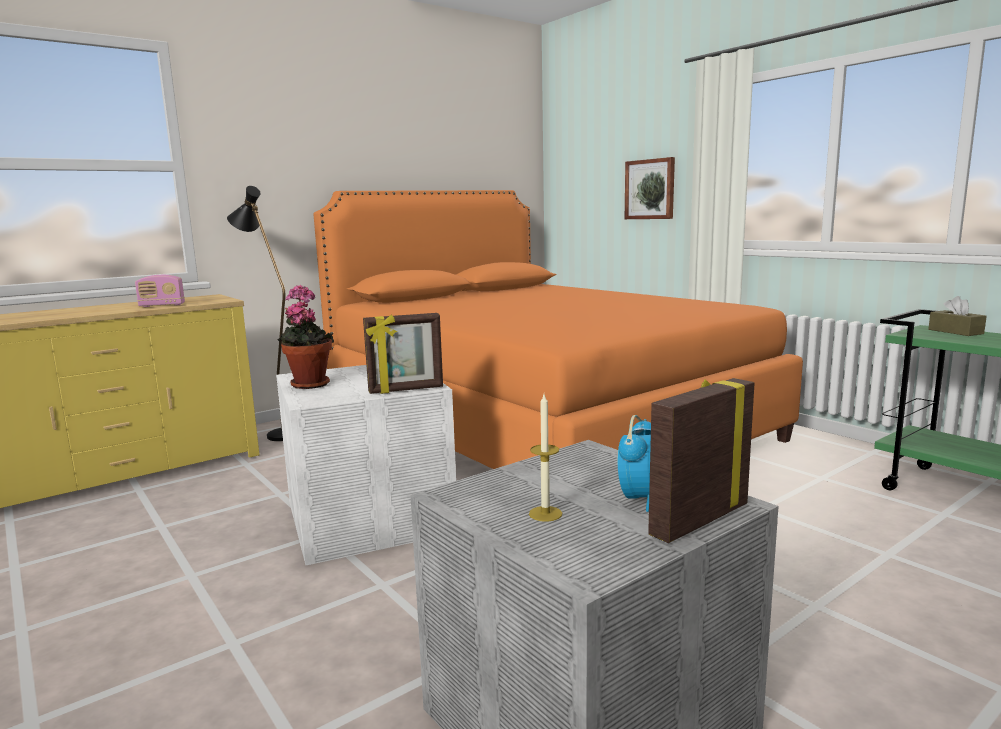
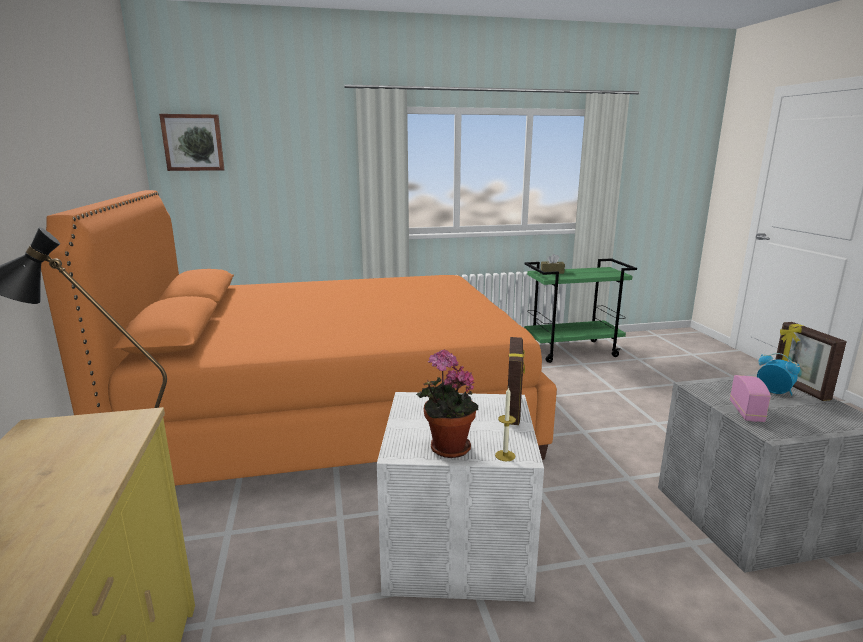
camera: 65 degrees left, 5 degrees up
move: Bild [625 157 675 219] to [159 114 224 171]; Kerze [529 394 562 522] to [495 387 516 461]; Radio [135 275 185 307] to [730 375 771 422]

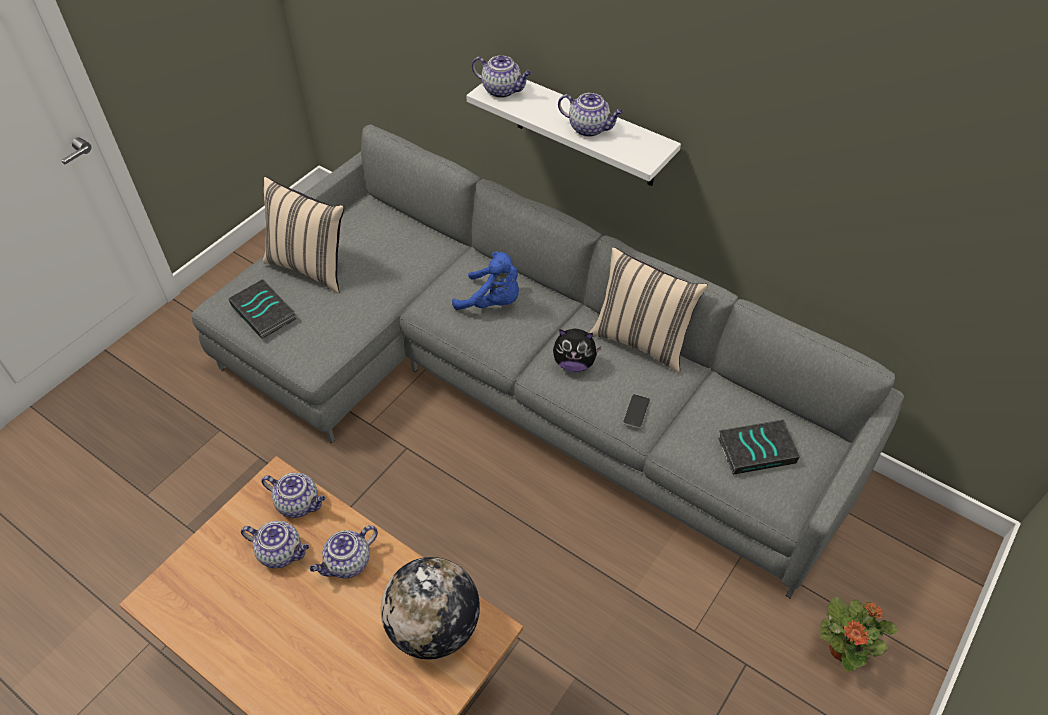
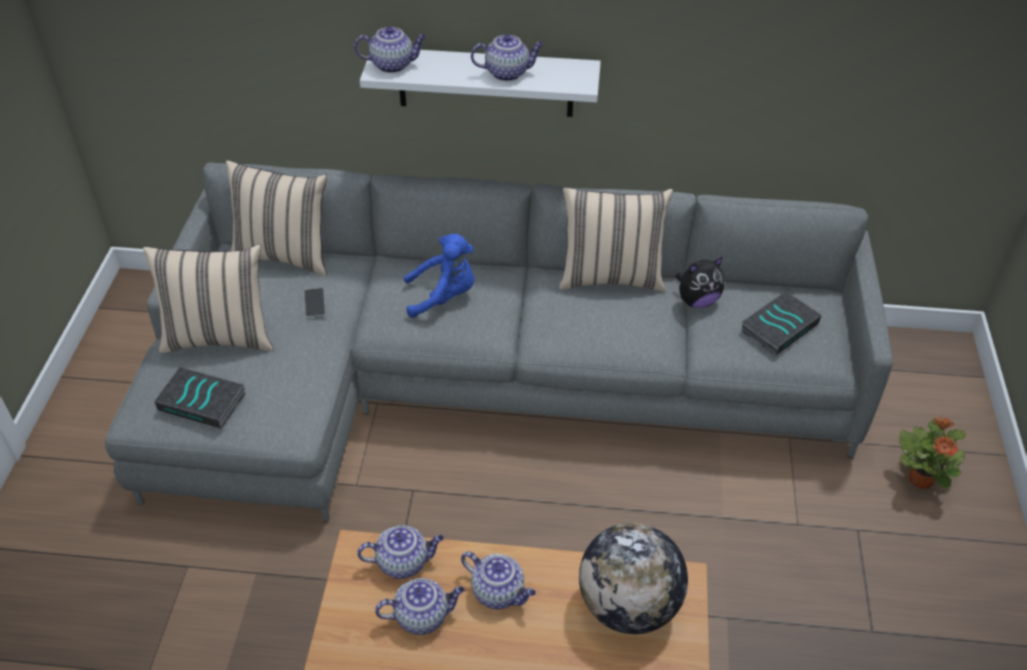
camera: 30 degrees left, 5 degrees down
insert: Kissen (beige) [226 160 327 276]
move: Handy [623 394 650 428] to [304 288 326 318]; Plüschtier [553 329 601 372] to [675 257 724 308]
rotate: Teekanne [310 525 378 578] = [461 551 536 610] 75 degrees counterclockwise

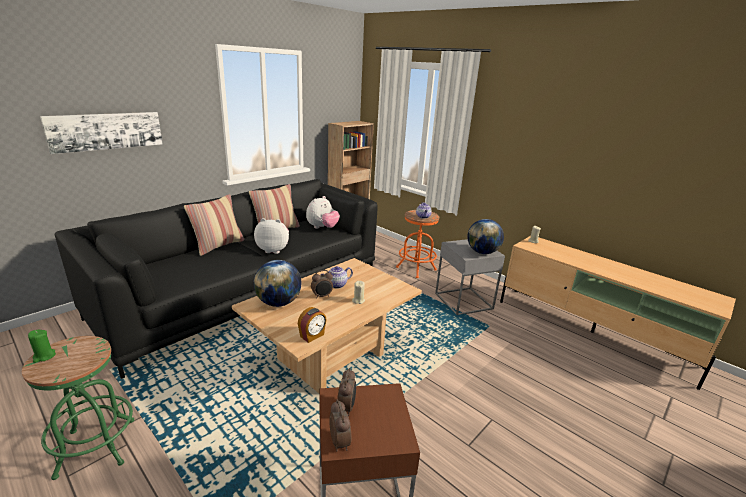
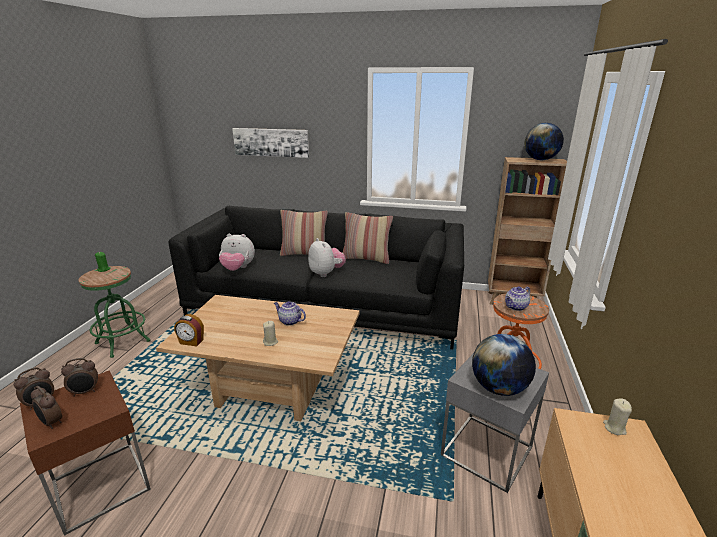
camera: 60 degrees right, 0 degrees up
move: Wecker [311 270 333 299] to [31 386 62 429]; Plüschtier [306 196 340 229] to [219 234 255 271]; Globus [254 260 302 307] to [524 123 564 160]

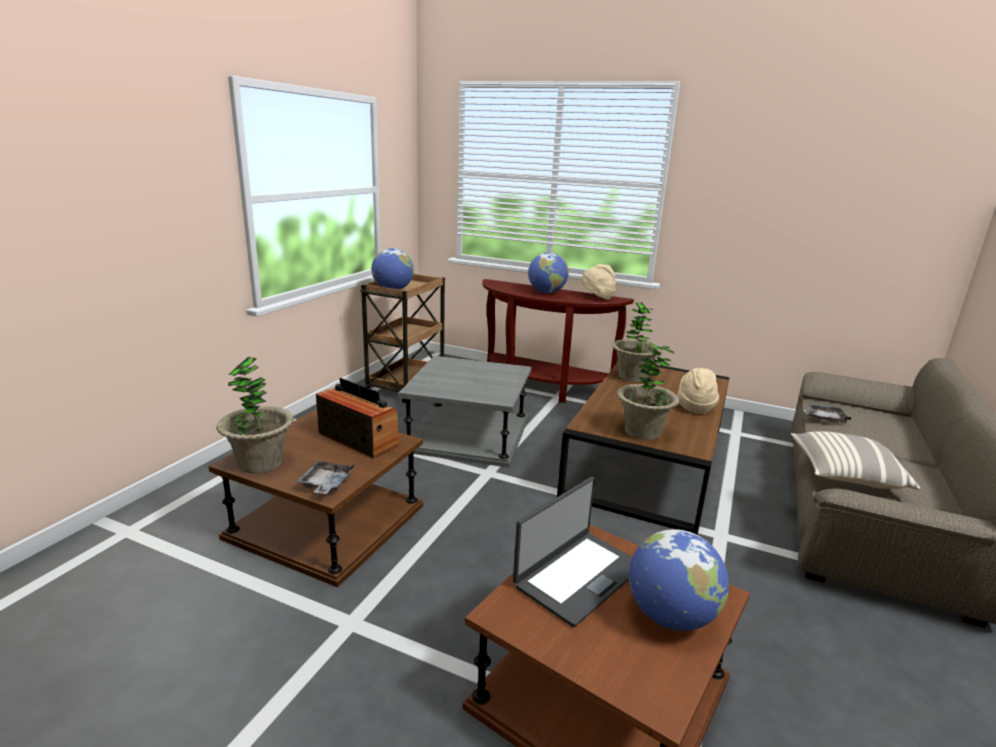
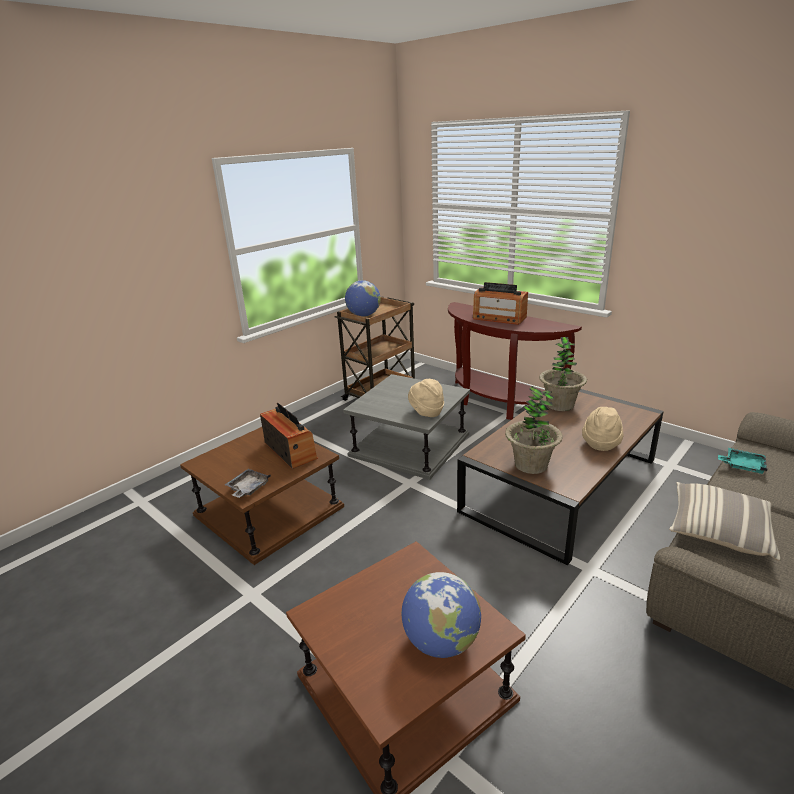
camera: 20 degrees right, 5 degrees up
delete: Topfpflanze [216 357 294 473]; Laptop [513 477 632 627]
move: Hut (beige) [581 264 616 300] to [408 379 444 417]
replace: Globus [528 252 569 293] to Radio [473 282 528 325]
recolor: Tablett (grau) [803 403 851 424] to Tablett (türkis) [718 448 767 474]

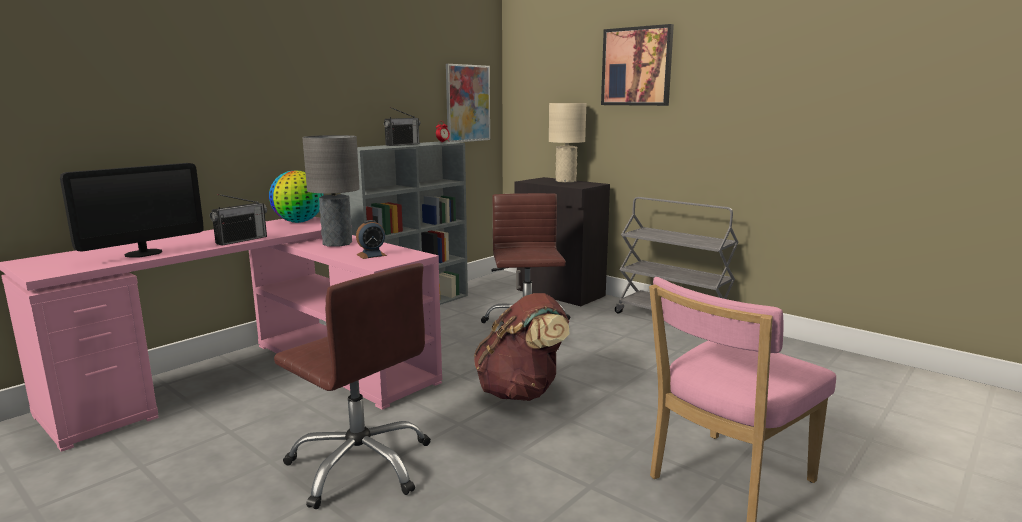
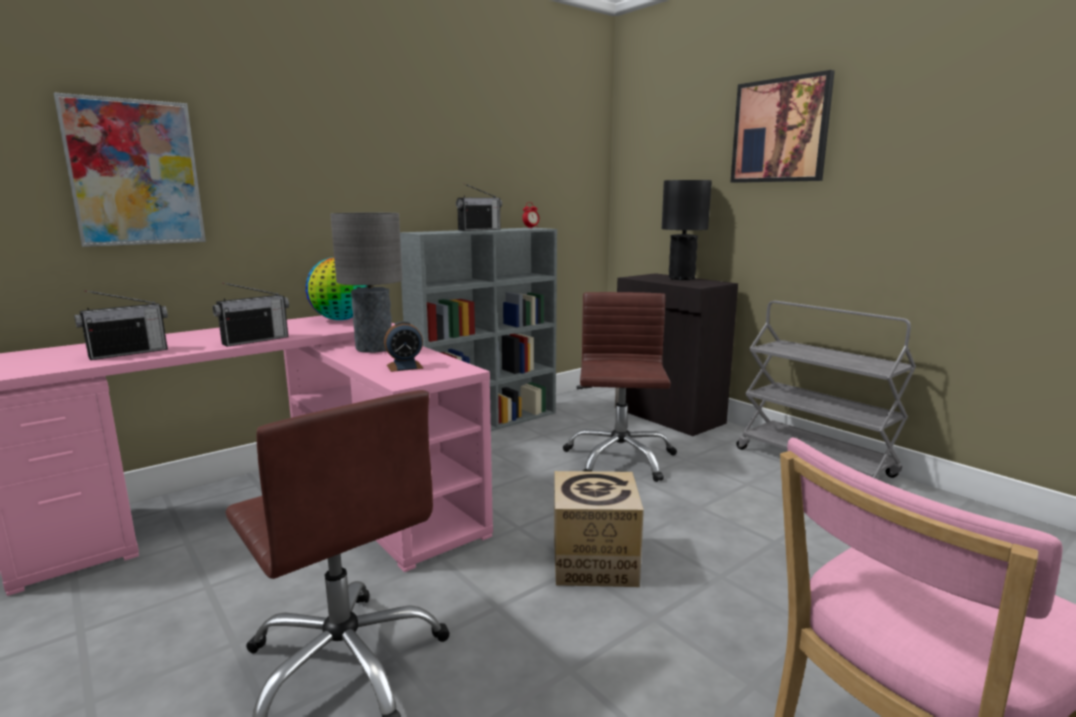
camera: 10 degrees right, 0 degrees up
move: Bild [446 64 490 142] to [54 92 206 247]
replace: Monitor [60 163 204 258] to Radio [74 290 168 360]; Rucksack (braun) [474 293 570 401] to Karton [554 471 644 587]
recolor: Tischlampe (beige) [549 103 586 183] to Tischlampe (schwarz) [662 180 712 280]

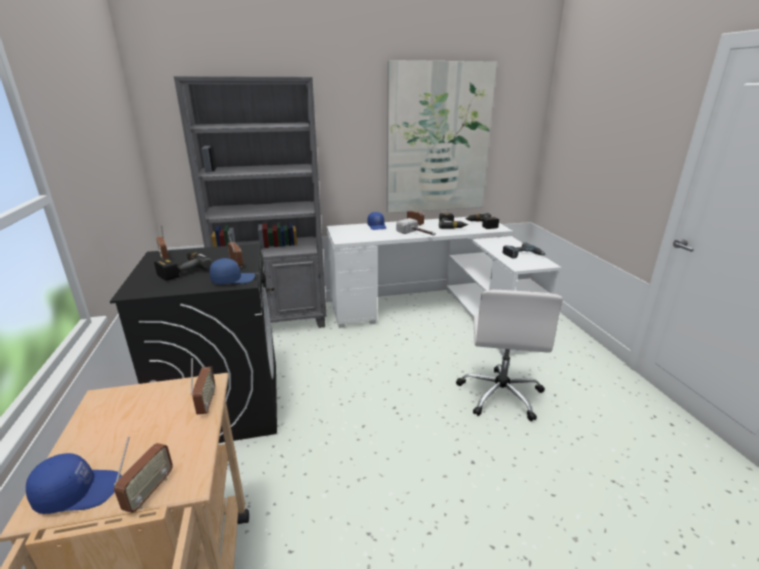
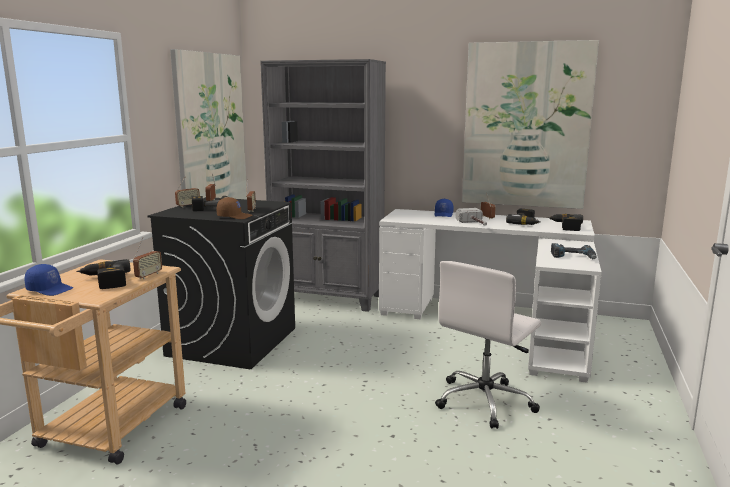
camera: 30 degrees right, 10 degrees down
insert: Bohrmaschine [76 259 131 289]; Bild [170 49 247 199]
move: Radio [114 437 173 513] to [175 177 200 207]
recolor: Kappe (blau) [209 258 255 284] to Kappe (braun) [217 197 252 219]

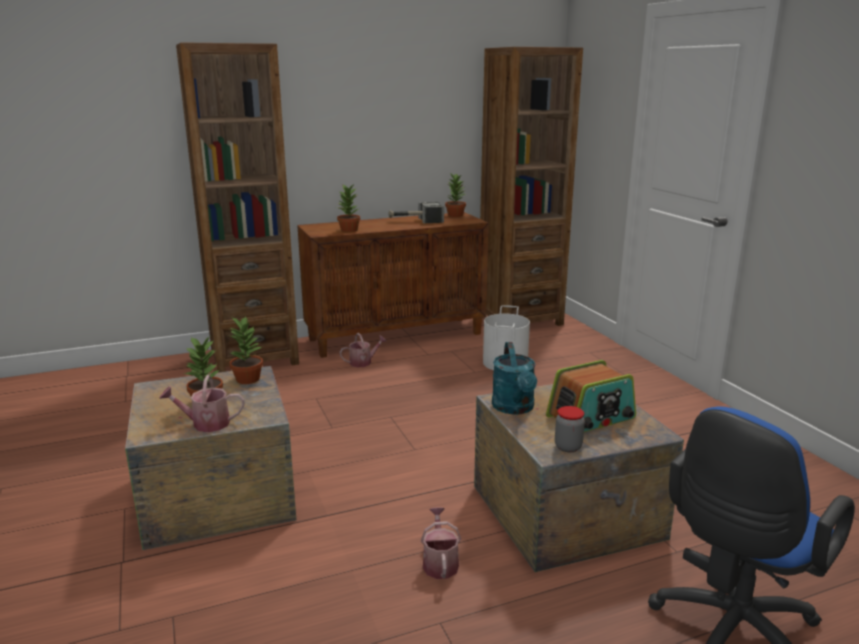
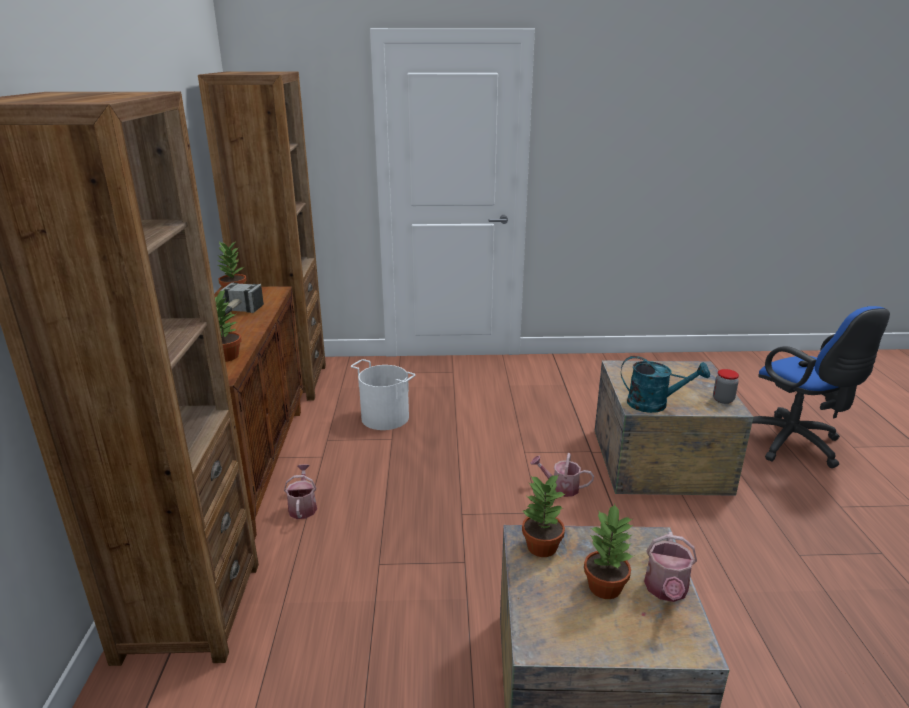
camera: 70 degrees left, 5 degrees up
delete: Radio [546 360 636 432]
move: Gießkanne [421 507 461 579] to [530 453 594 497]

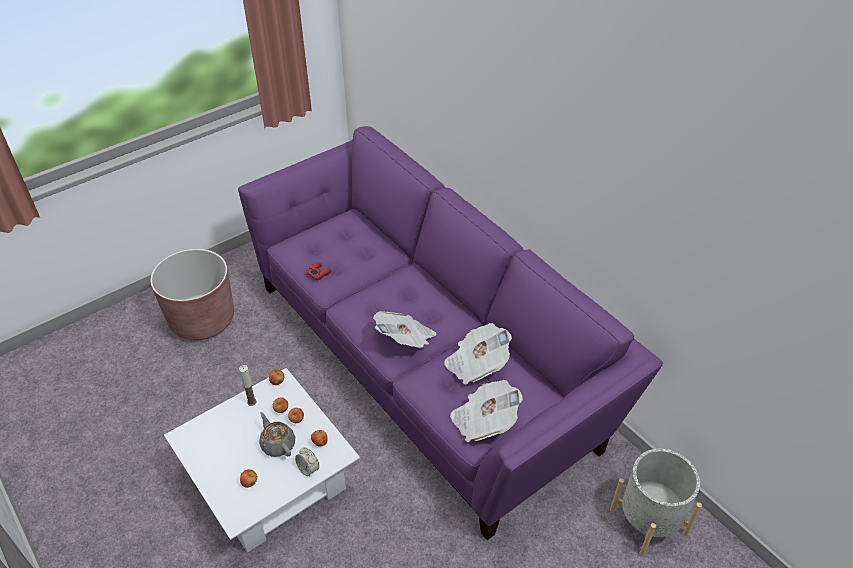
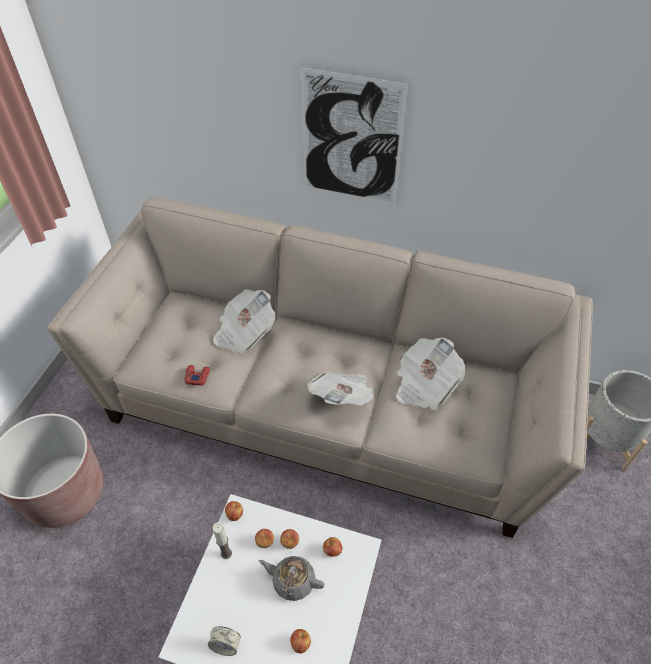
camera: 35 degrees left, 5 degrees up
insert: Bild [300 67 408 205]
move: Wecker [295 447 319 477] to [208 626 241 656]; Zeitung [450 380 523 442] to [213 289 275 355]
recolor: Sofa (lila) [238 126 663 540] to Sofa (beige) [47 197 593 538]

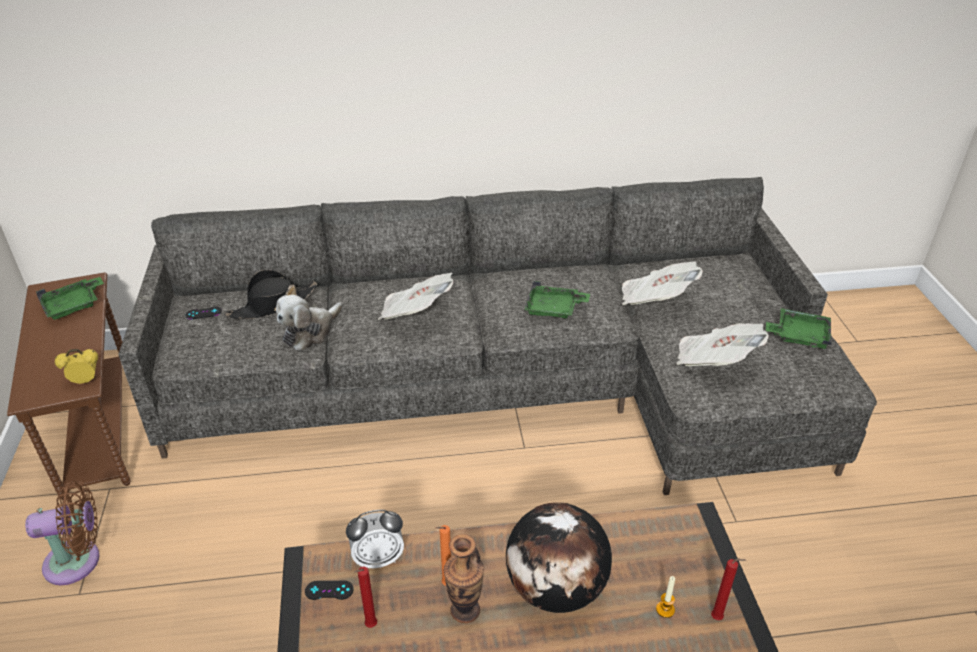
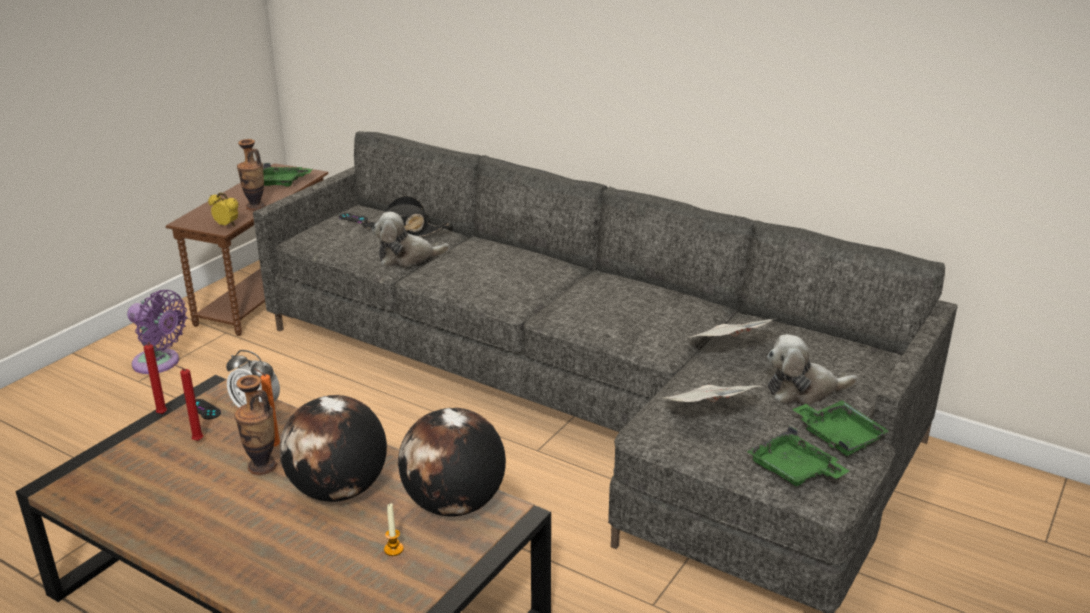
camera: 40 degrees right, 10 degrees down
delete: Zeitung [378 273 453 320]
insert: Vase [237 139 266 211]; Globus [398 408 506 516]; Plüschtier [767 334 858 406]
move: Kerze (rot) [711 558 746 620] to [144 342 167 414]; Tablett (grün) [524 281 590 319] to [746 426 849 486]
recolor: Ventilator (braun) [25 481 100 585] to Ventilator (lila) [127 290 187 374]

